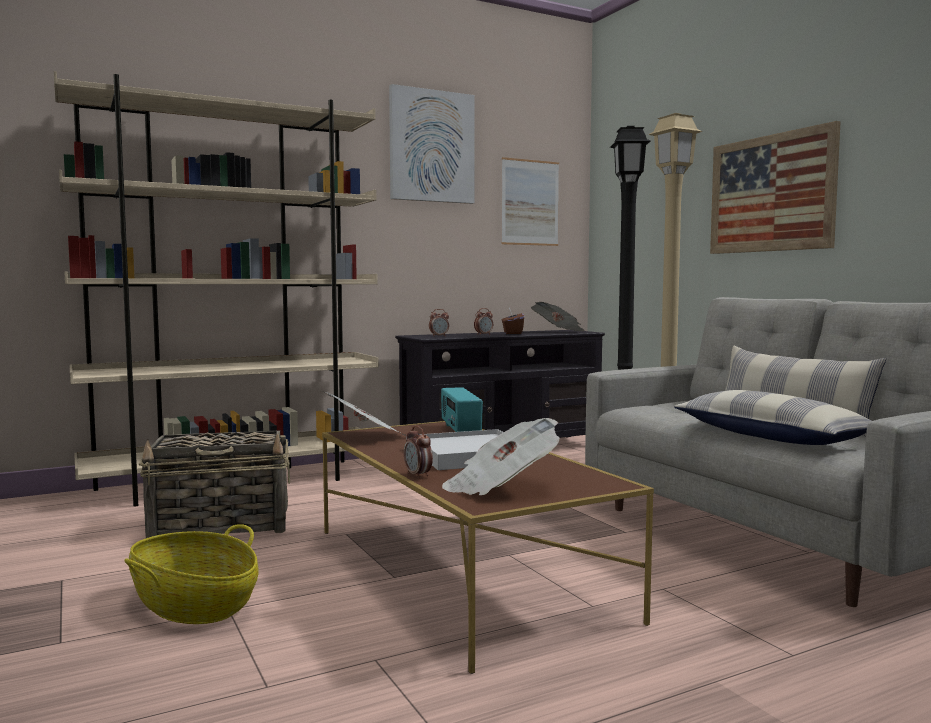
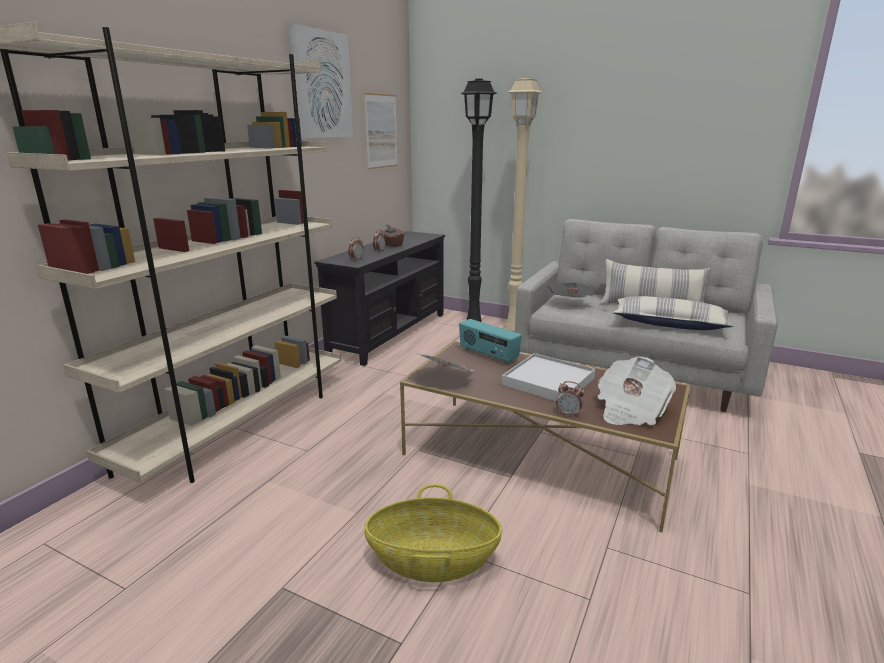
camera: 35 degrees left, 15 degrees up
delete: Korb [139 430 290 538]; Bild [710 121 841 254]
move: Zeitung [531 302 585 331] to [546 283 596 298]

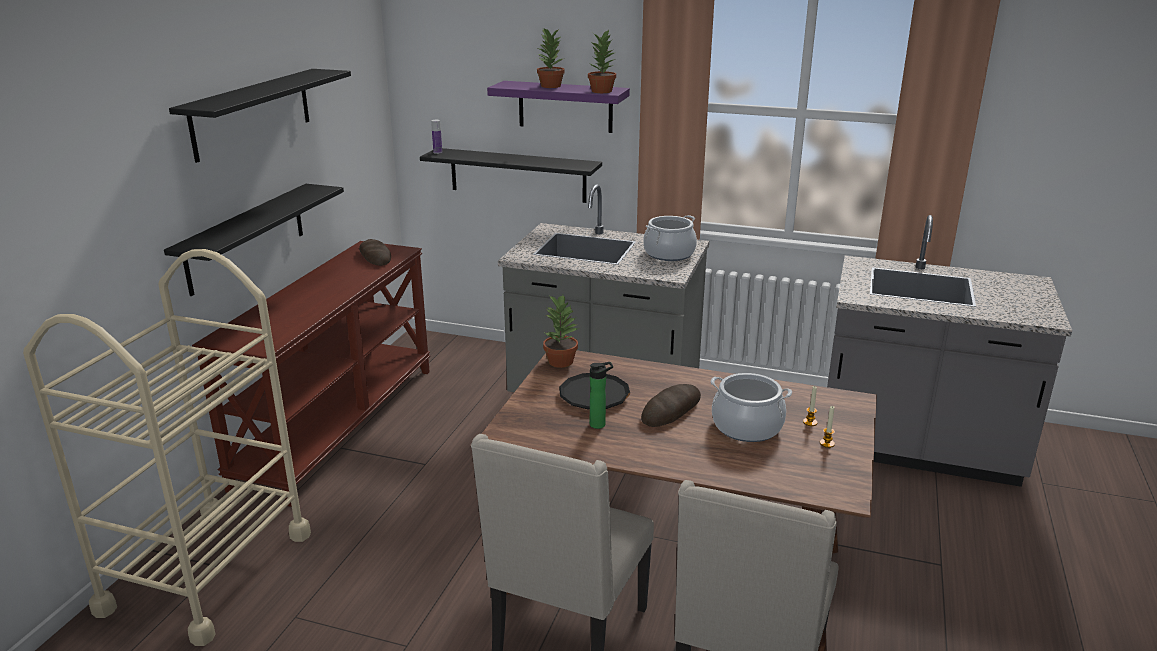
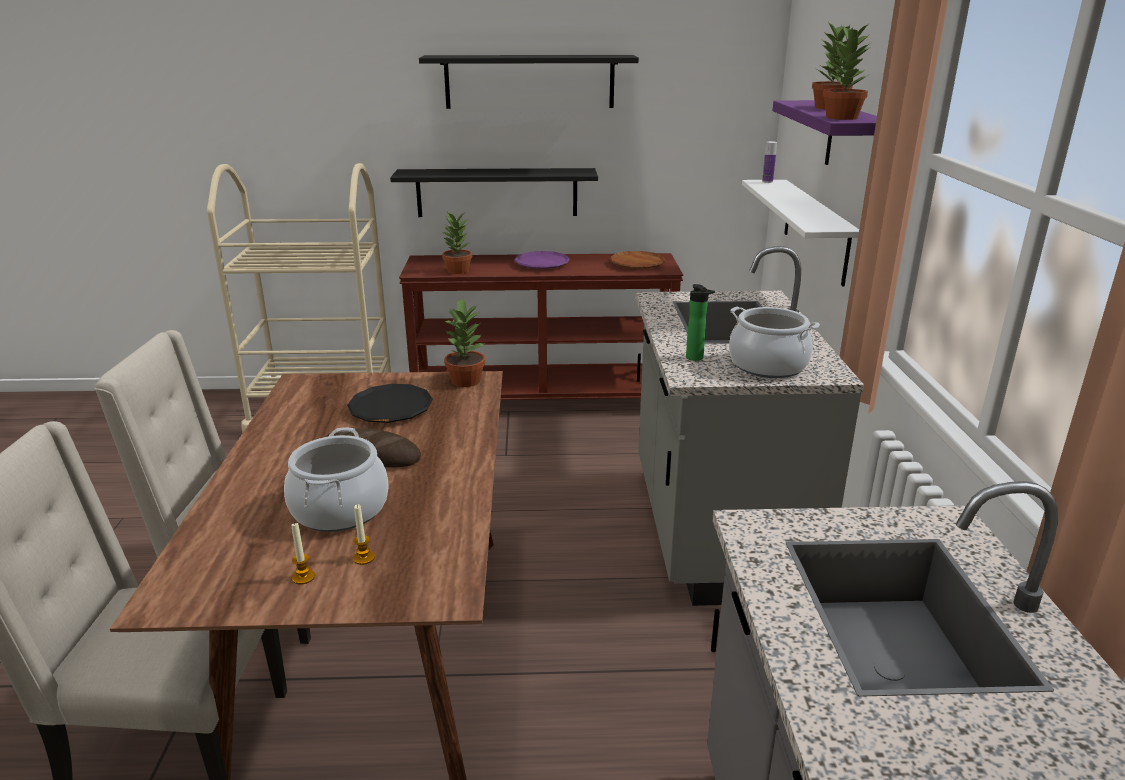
camera: 70 degrees right, 0 degrees up
insert: Topfpflanze [442 212 472 274]; Teller (lila) [514 251 570 269]
move: Flasche [590 362 613 429] to [686 284 715 361]
replace: Brot [359 239 391 266] to Teller (braun) [610 251 665 269]
recolor: Wandregal (schwarz) [420 148 602 203] to Wandregal (weiß) [742 180 859 286]

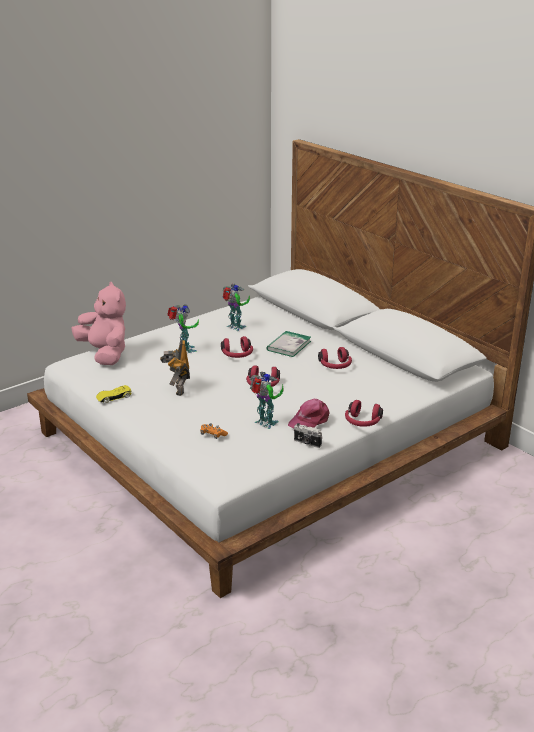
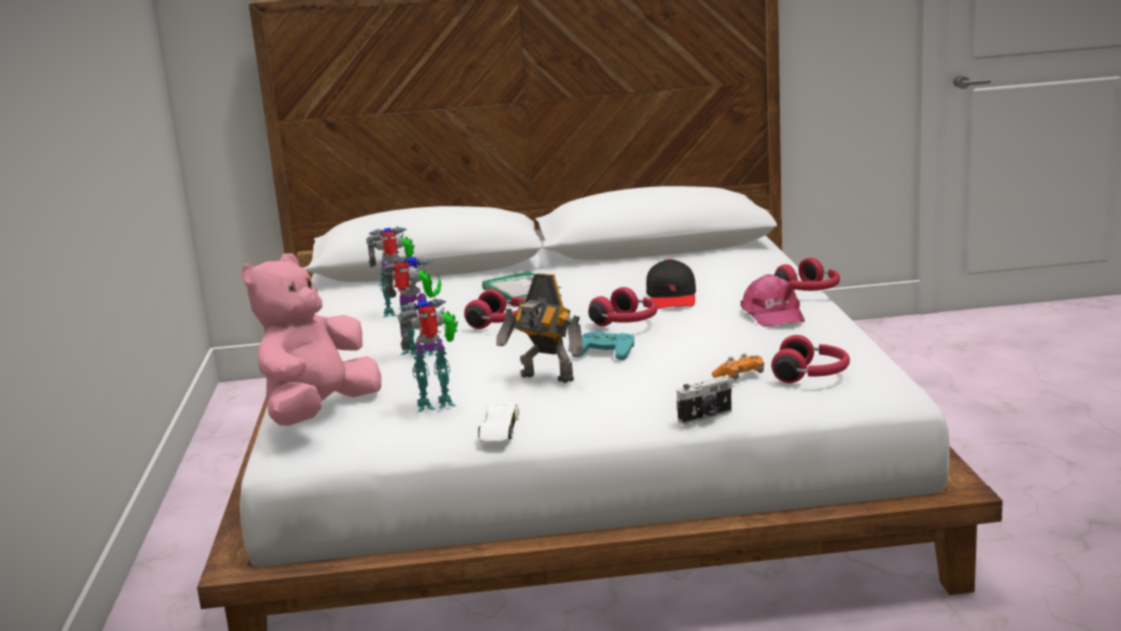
camera: 55 degrees left, 10 degrees down
insert: Gamepad (türkis) [571 332 634 360]; Kappe (schwarz) [646 259 696 309]
move: Spielzeugroboter [250 372 283 429] to [397 298 458 412]; Kamera [294 423 322 448] to [676 376 732 424]; Kopfhörer (rot) [318 347 352 369] to [771 335 850 383]
recolor: Spielzeugauto (gelb) [96 385 131 403] to Spielzeugauto (weiß) [478 402 519 442]
rotate: Plüschtier (rosa) [71 282 126 365] = [241 253 381 426] 60 degrees counterclockwise

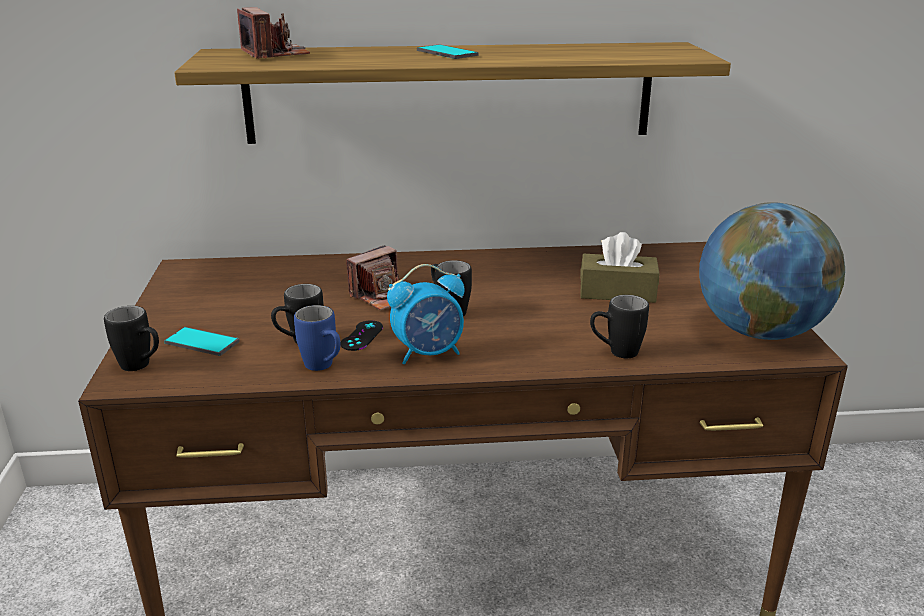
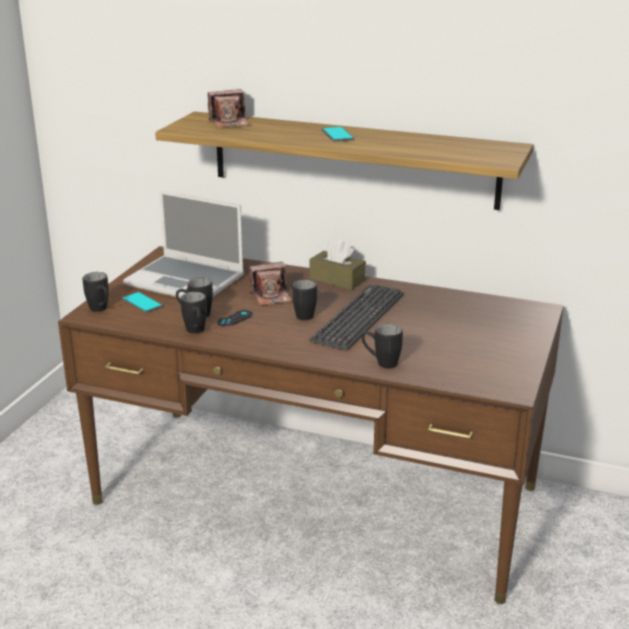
camera: 25 degrees right, 0 degrees up
delete: Wecker [387 264 465 364]; Globus [699 202 845 340]
insert: Laptop [123 190 244 298]; Tastatur [309 285 404 350]
move: Taschentuchbox (braun) [580 232 659 303] to [310 239 366 290]
recolor: Henkelbecher (blau) [294 305 341 371] to Henkelbecher (schwarz) [181 292 207 334]
rotate: Kamera [237 7 310 59] = [208 89 250 128] 75 degrees clockwise

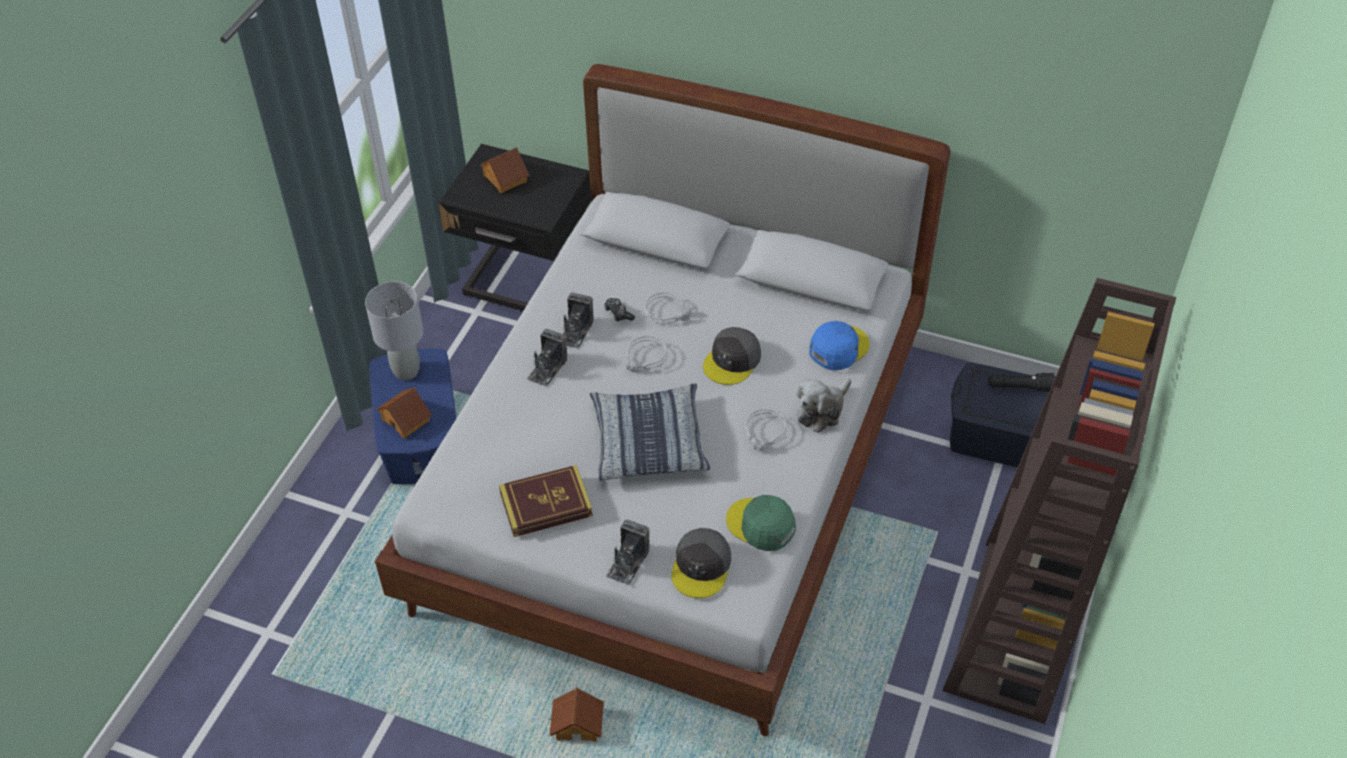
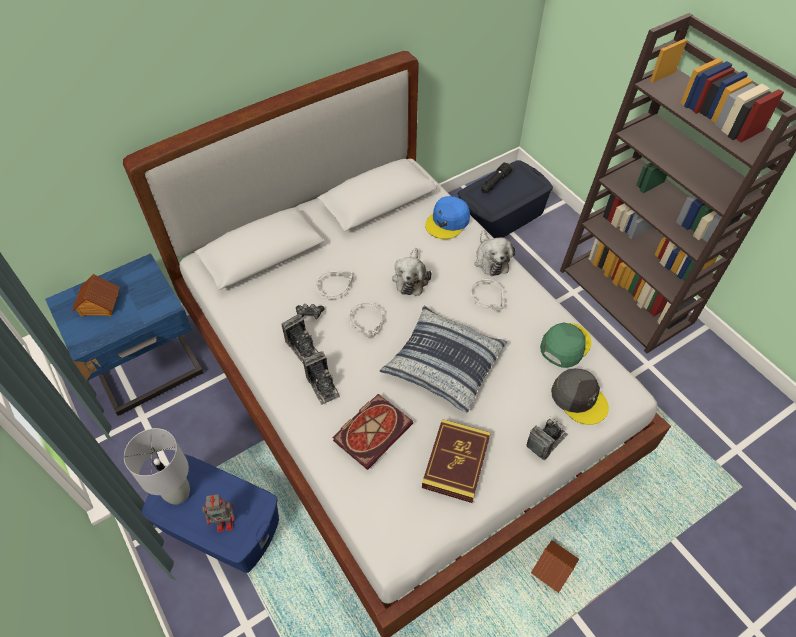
camera: 55 degrees left, 5 degrees up
insert: Buch [332 394 413 470]
replace: Spielzeughaus [376 387 432 439] to Spielzeugroboter [202 494 235 532]; Kappe (grau) [703 327 761 385] to Plüschtier [392 248 432 296]
recolor: Nachttisch (schwarz) [439 144 591 311] to Nachttisch (blau) [45 253 204 416]
rotate: Kappe (blau) [809 321 870 370] = [425 196 470 239] 135 degrees counterclockwise; Kamera [606 519 649 585] = [526 418 568 460] 105 degrees counterclockwise; Kappe (grün) [726 495 796 551] = [540 323 592 368] 150 degrees clockwise

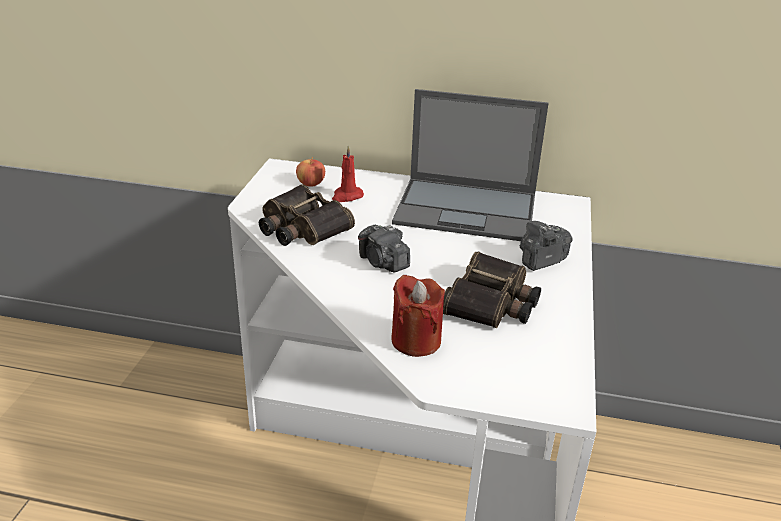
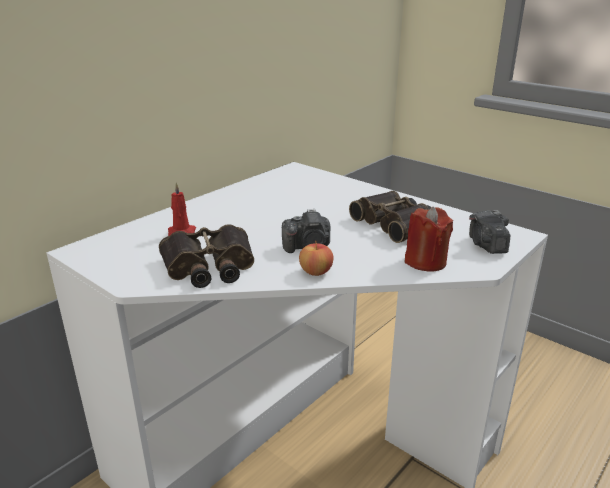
camera: 60 degrees left, 5 degrees down
delete: Laptop [392 89 549 241]
move: Apfel [296 157 325 187] to [299 241 334 276]; Kamera [520 221 573 271] to [469 210 510 254]

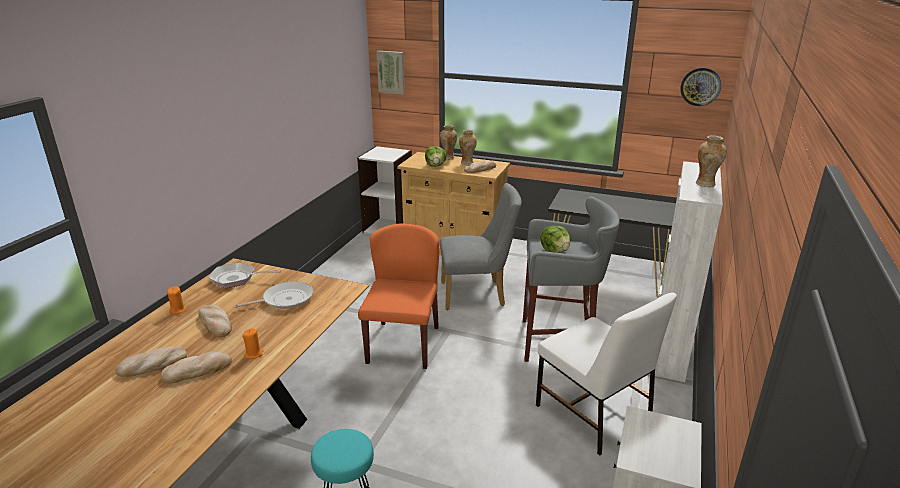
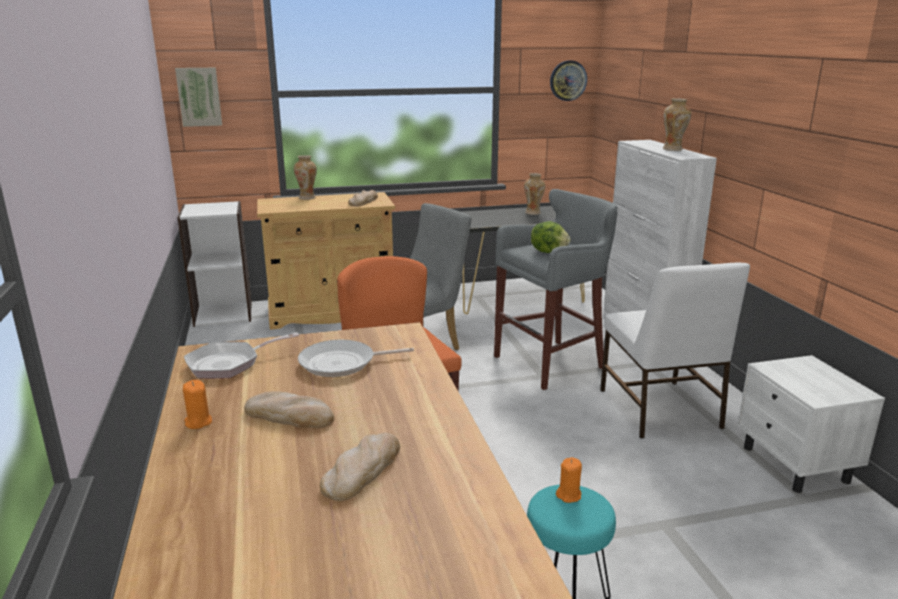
camera: 35 degrees left, 5 degrees down
delete: Brot [115 346 187 377]; Salatkopf [425 146 447 167]
move: Vase [459 130 477 165] to [524 173 545 215]; Kerze (orange) [242 329 264 359] to [556 457 582 503]
rotate: Pfanne [234 281 313 309] = [298 340 414 377] 135 degrees counterclockwise; Stuhl (weiß) [536 293 677 456] = [600 262 750 439] 60 degrees clockwise

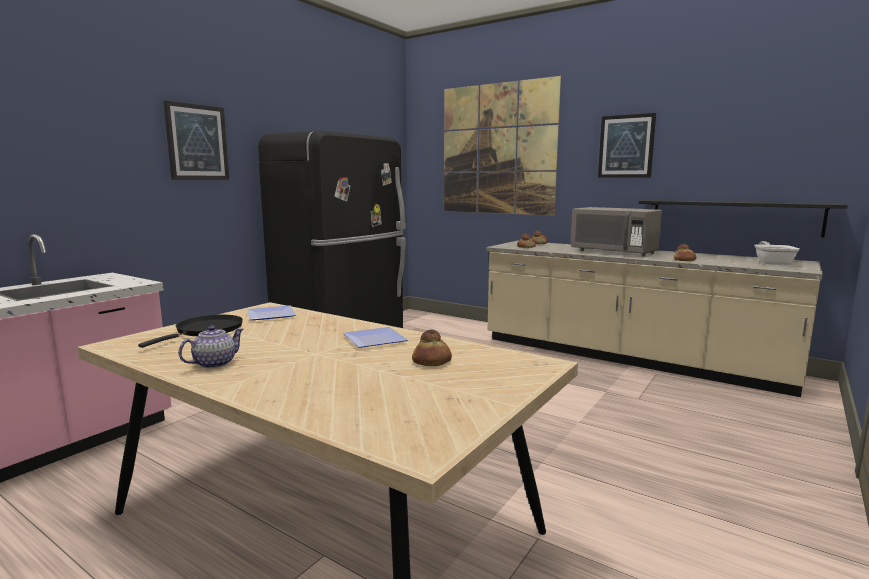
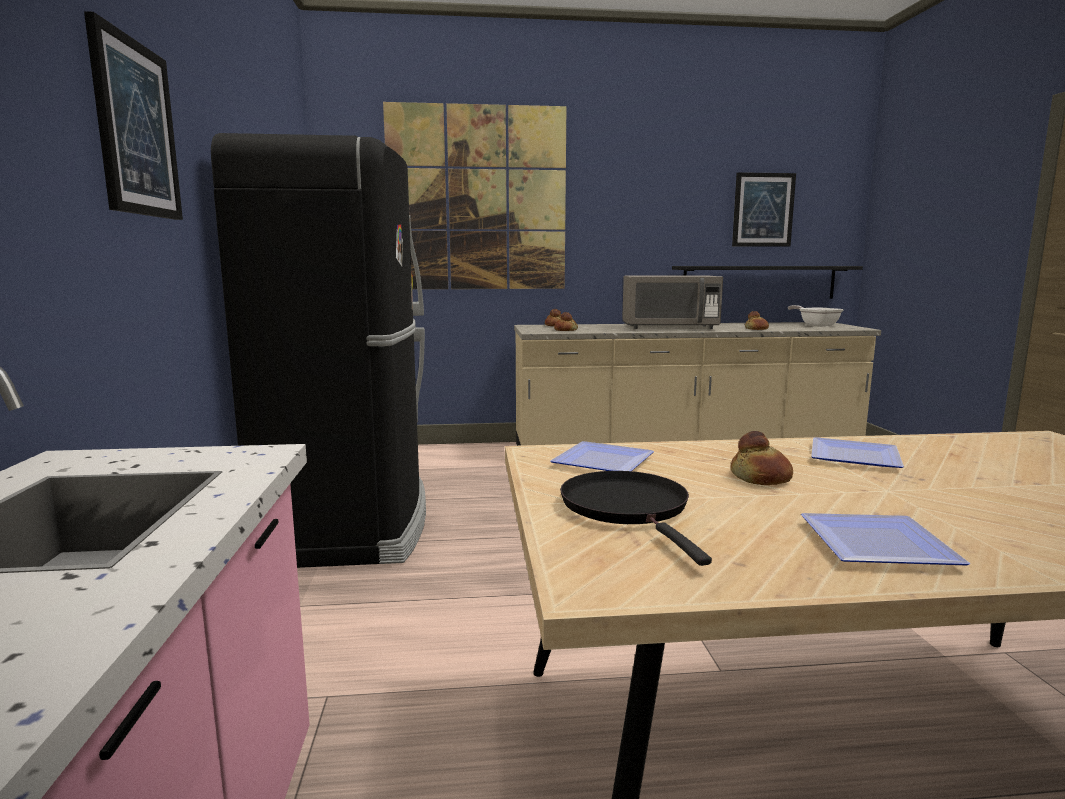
camera: 40 degrees left, 0 degrees up
move: Brot [412 330 452 366] to [731 431 793 485]; Bild [598 113 656 178] to [732 172 796 247]
replace: Teekanne [178 326 244 369] to Teller [801 513 970 566]

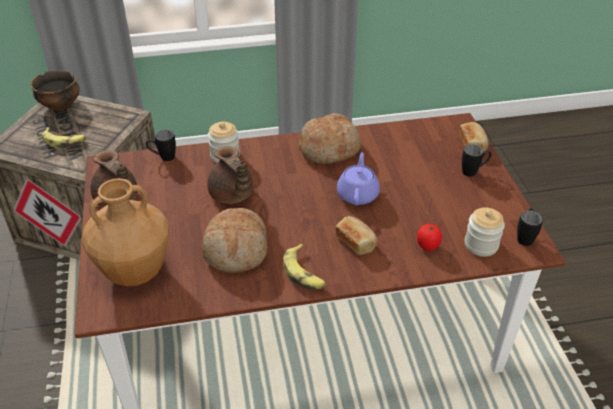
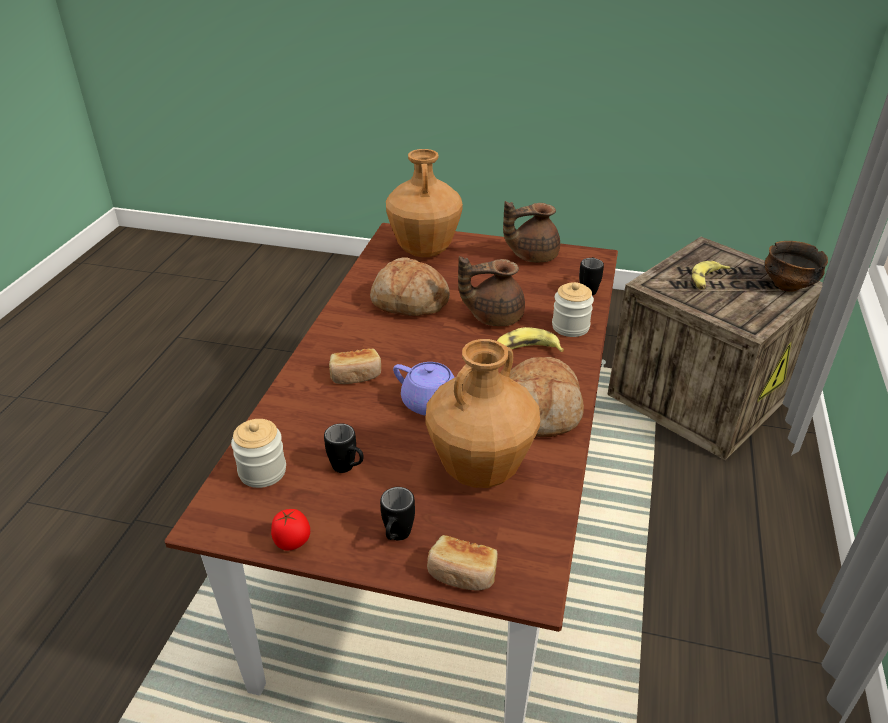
camera: 115 degrees right, 5 degrees down
insert: Vase (braun) [425 339 540 488]
move: Tomate [417 224 442 251] to [271 509 310 551]; Henkelbecher (schwarz) [517 208 543 246] to [324 423 364 473]; Banane [283 244 326 290] to [497 327 564 352]

